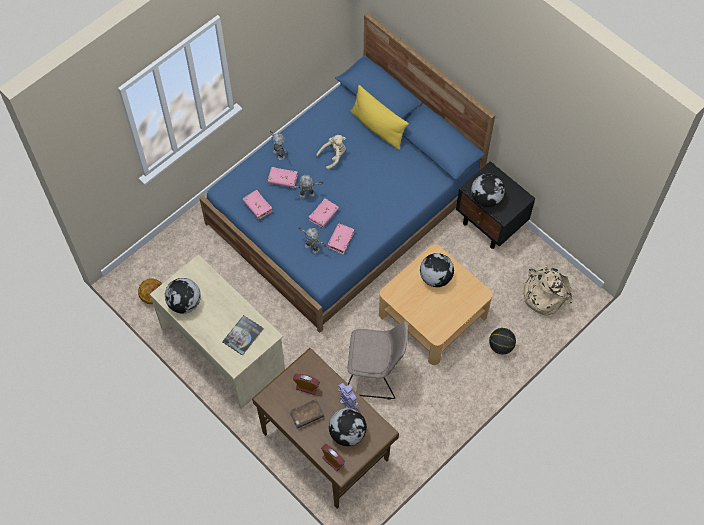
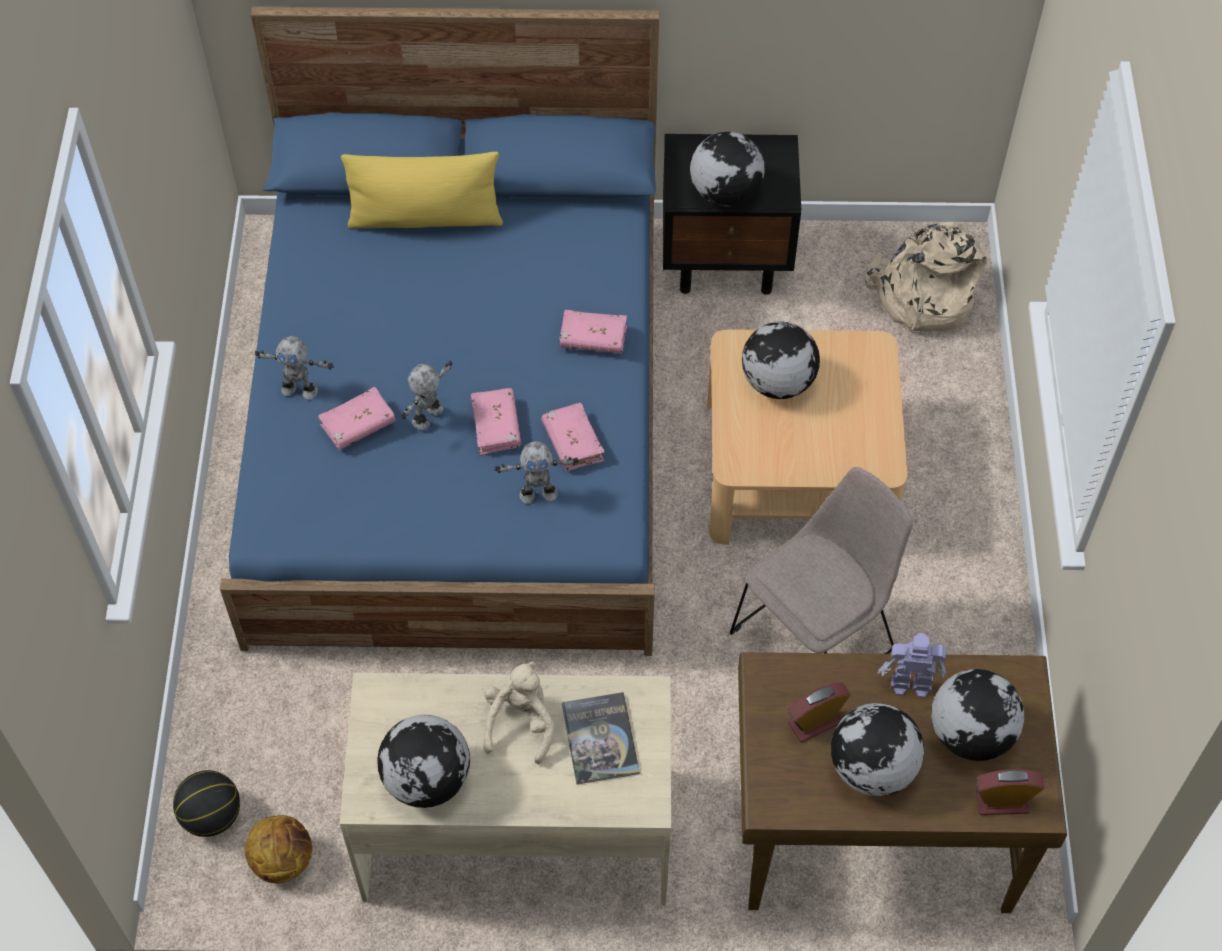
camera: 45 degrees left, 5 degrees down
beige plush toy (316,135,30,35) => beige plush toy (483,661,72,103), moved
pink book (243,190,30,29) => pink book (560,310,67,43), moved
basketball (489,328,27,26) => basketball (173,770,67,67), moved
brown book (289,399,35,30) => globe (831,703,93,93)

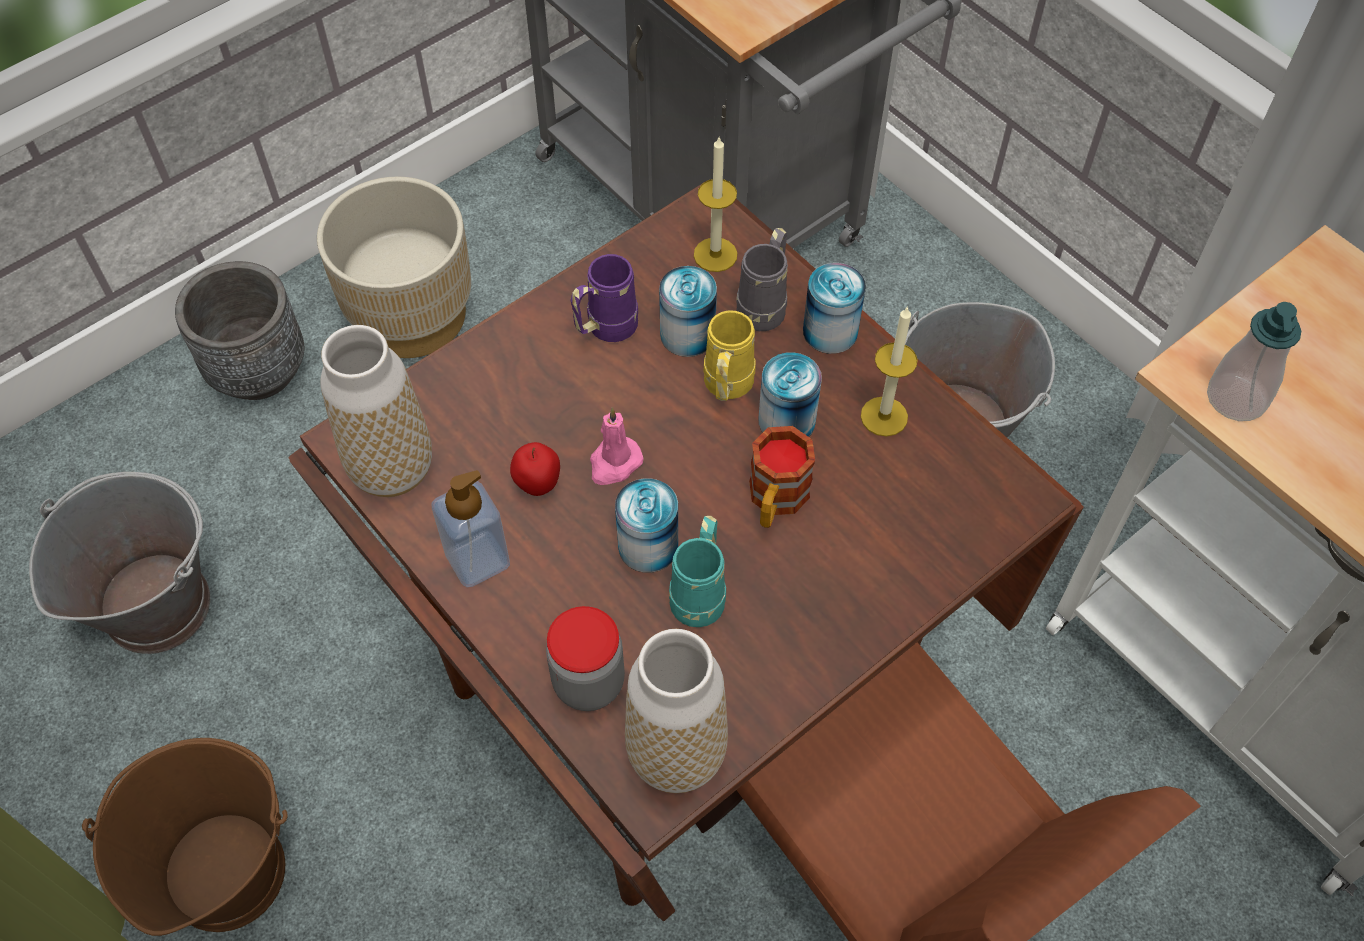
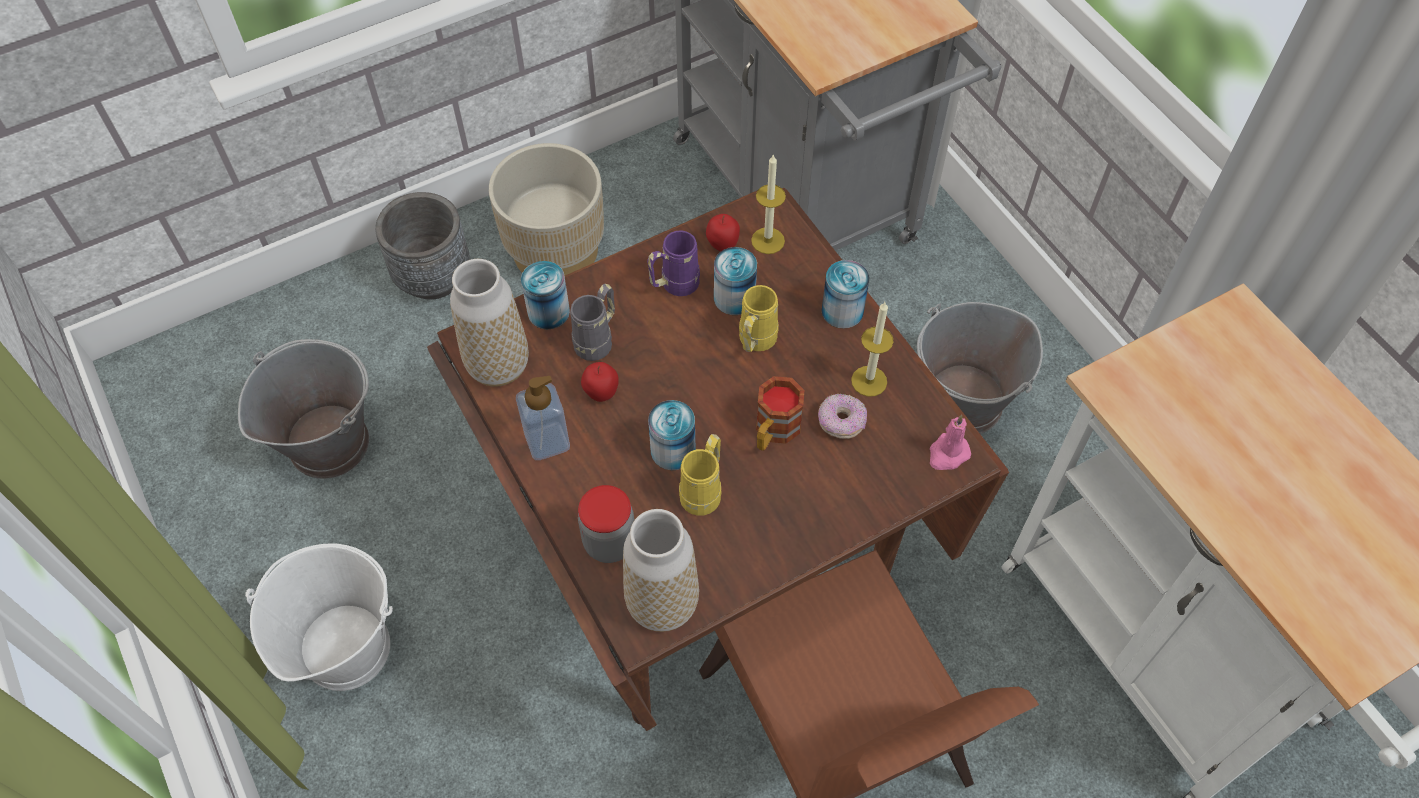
camera: 10 degrees right, 0 degrees up
grey mug (736,228,52,103) => grey mug (570,284,45,77), moved
soap dispenser (1207,302,94,119) => nothing
can (758,352,64,85) => can (521,261,49,68), moved
pink candle (590,407,54,78) => pink candle (930,415,41,55), moved
turquoise mug (669,516,57,111) => yellow mug (679,434,42,82)
brown bucket (82,738,205,198) => white bucket (245,544,148,147)
nothing => apple (706,214,34,37)
nothing => donut (818,394,49,45)

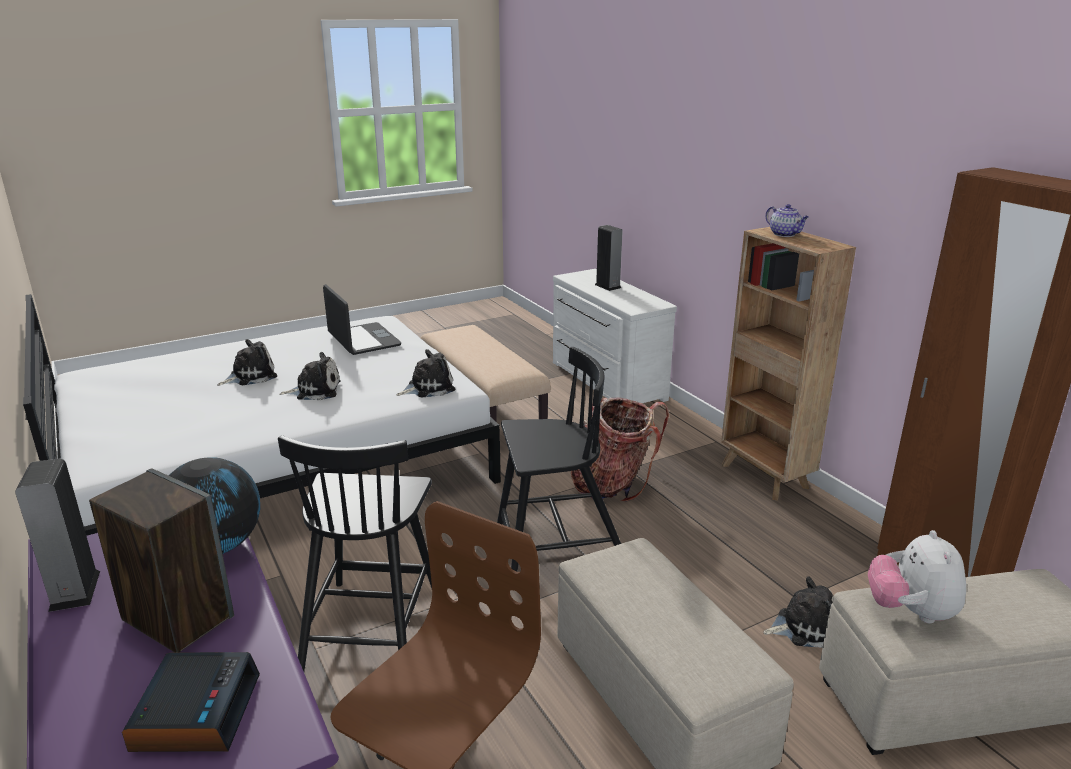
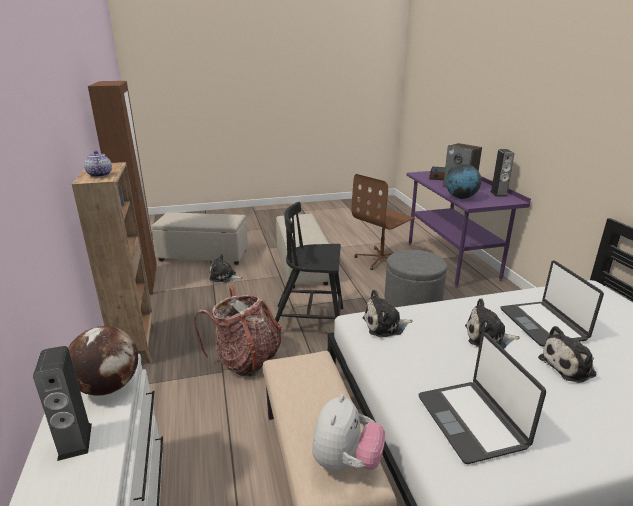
camera: 165 degrees left, 0 degrees up
black chair (278,435,154,236) => grey ottoman (384,250,63,57)
plush toy (868,530,98,93) => plush toy (312,394,73,77), moved
nothing => laptop (501,260,103,86)
nothing => globe (68,326,70,70)

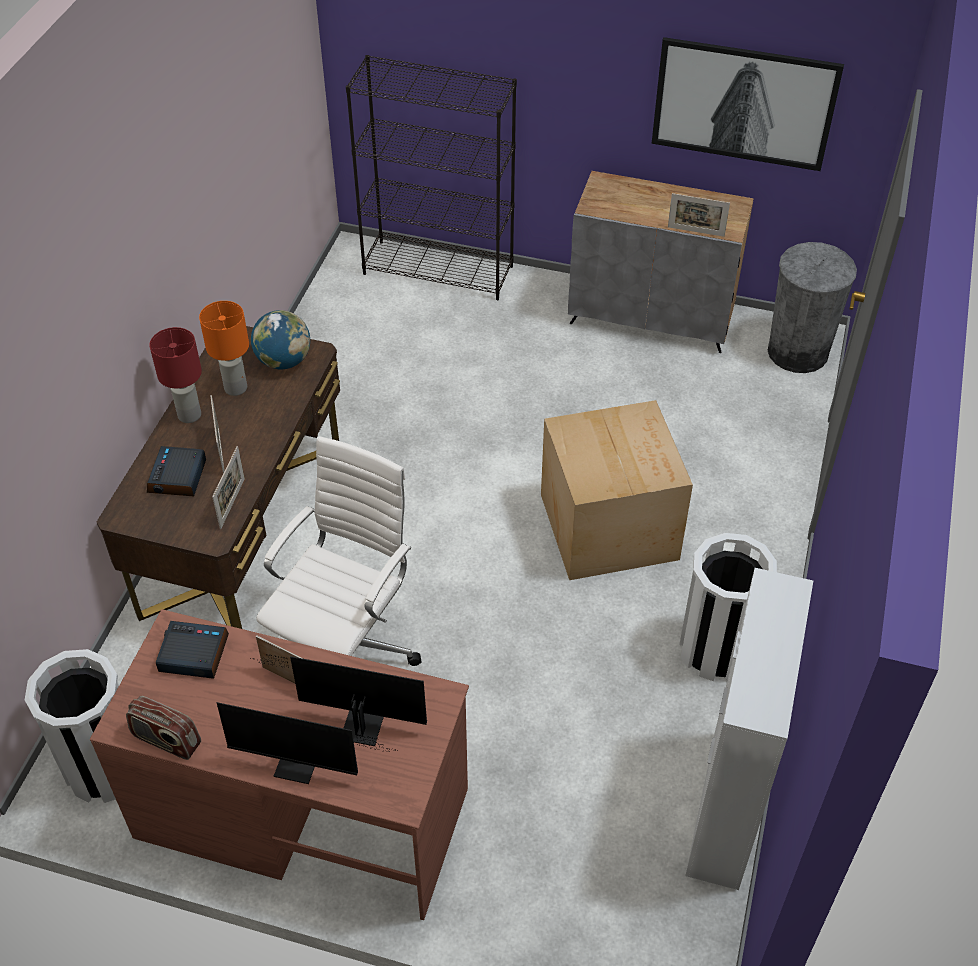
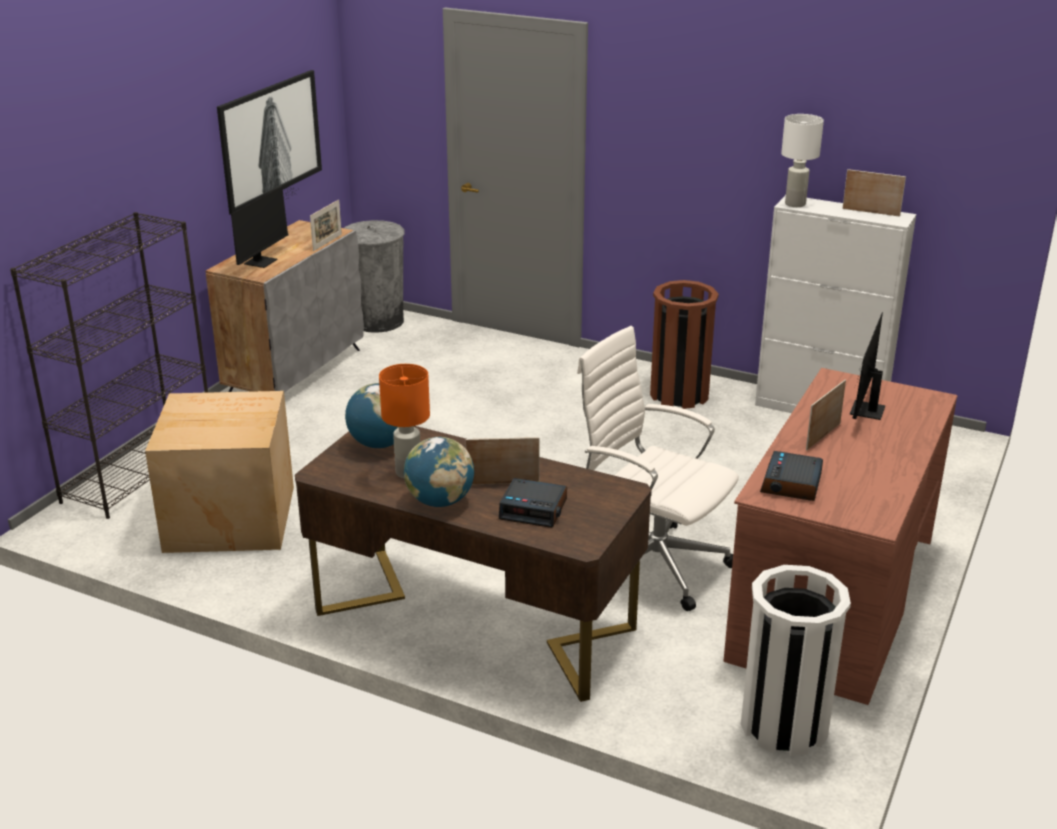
camera: 80 degrees left, 20 degrees down
red table lamp (149,327,53,96) => globe (404,437,70,70)
cardboard box (541,400,152,180) => cardboard box (145,391,149,162), moved
picture frame (212,446,33,83) => picture frame (842,169,64,48), moved
white trash can (679,533,98,148) => brown trash can (650,280,69,129)
radio (126,696,75,64) => nothing
monitor (217,702,181,82) => monitor (231,184,66,84), moved
nothing => white table lamp (781,114,43,93)

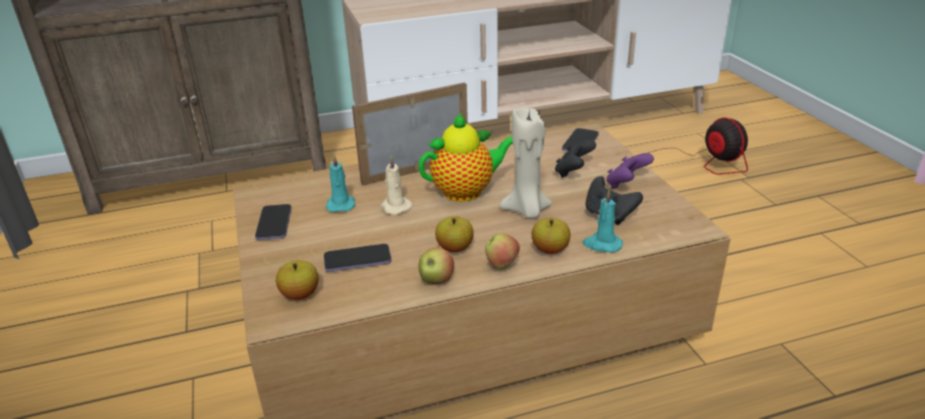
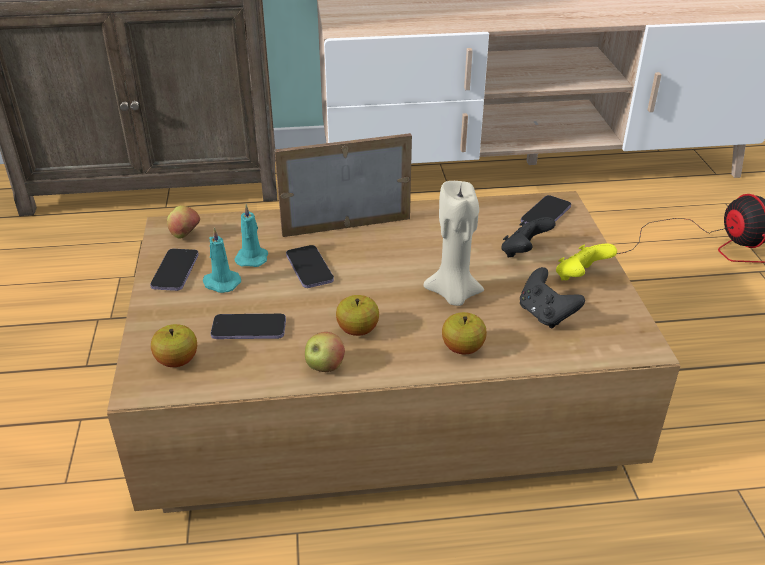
camera: 10 degrees right, 5 degrees up
teapot (419,113,94,89) => nothing
purple game controller (606,153,48,36) => yellow game controller (556,244,61,36)
beige candle (381,156,31,59) => phone (286,245,48,43)
turquoise candle (583,190,40,63) => turquoise candle (203,227,38,66), moved
apple (485,233,35,36) => apple (167,205,33,34), moved

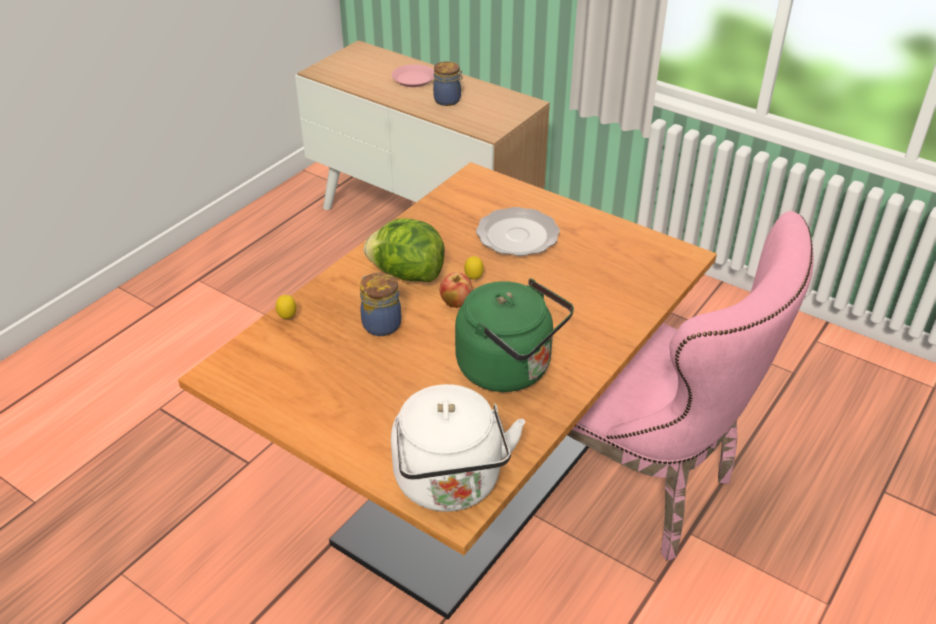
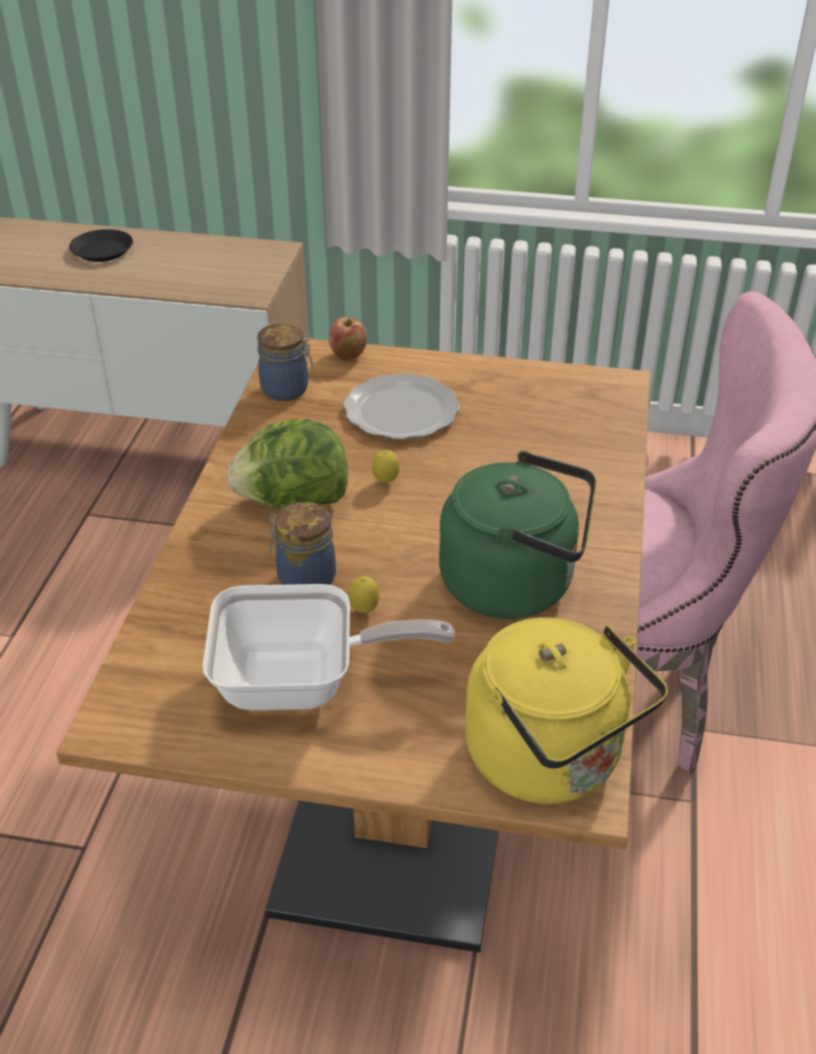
camera: 25 degrees left, 0 degrees up
jar (433,61,31,45) => jar (257,323,56,78), moved
pink plate (392,64,42,23) => black plate (69,229,64,33)
apple (440,272,32,36) => apple (329,317,38,43), moved
lemon (276,295,20,24) => lemon (348,576,31,37), moved
white kettle (391,384,134,128) => yellow kettle (465,617,203,187)
nothing => frying pan (203,584,252,126)

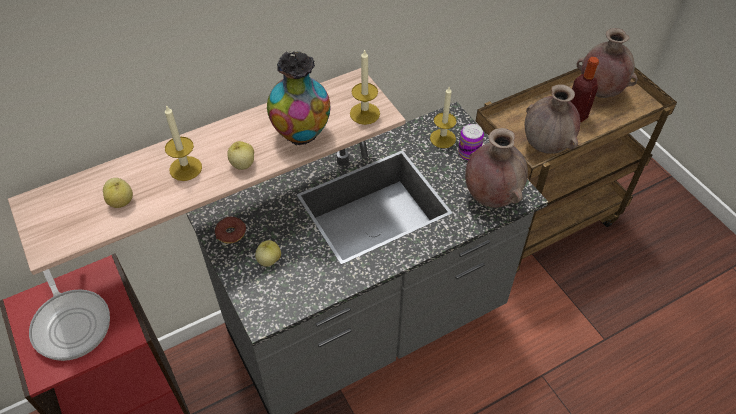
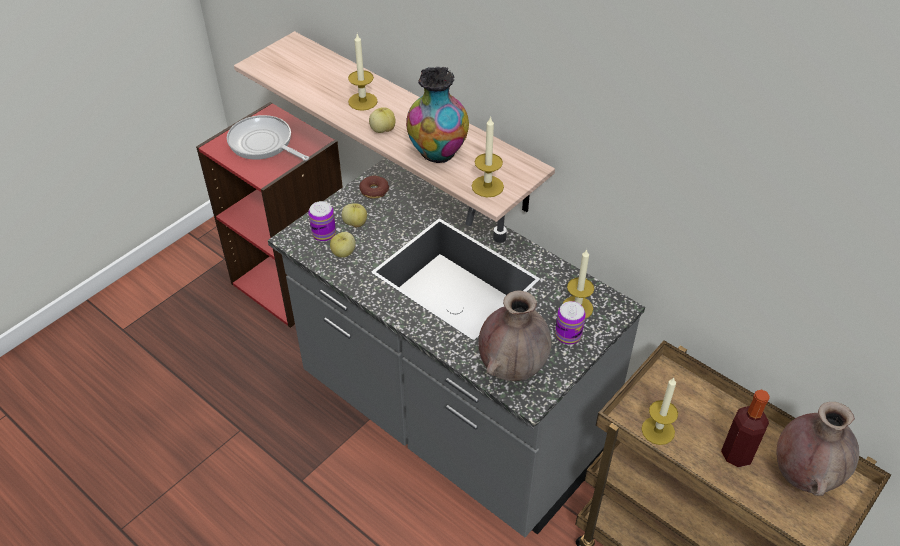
camera: 70 degrees right, 5 degrees down
brown vase (525,84,55,70) => candle (641,378,37,67)
apple (103,178,30,30) => apple (330,232,26,26), moved
frying pan (29,269,81,92) => frying pan (227,115,82,46), 90 degrees clockwise
nothing => can (308,201,28,41)

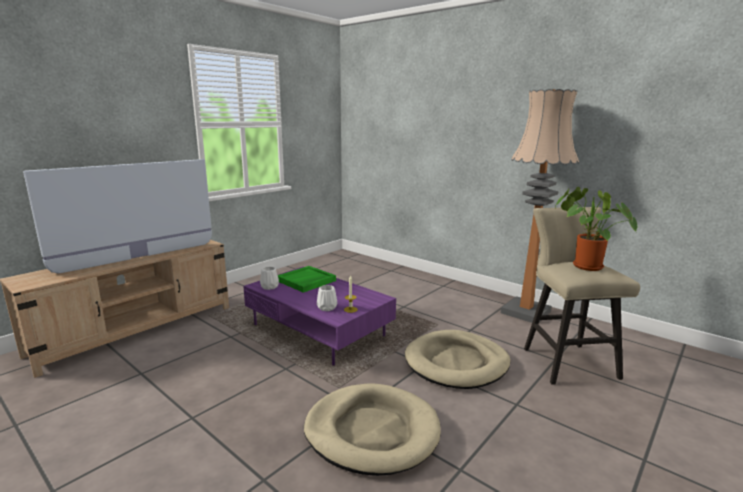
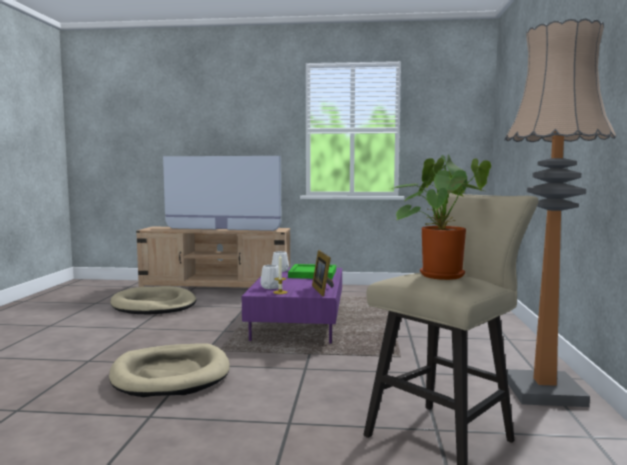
camera: 55 degrees right, 10 degrees down
beige dog bed (405,330,106,59) => beige dog bed (110,286,86,28), moved
nothing => picture frame (312,250,22,46)

